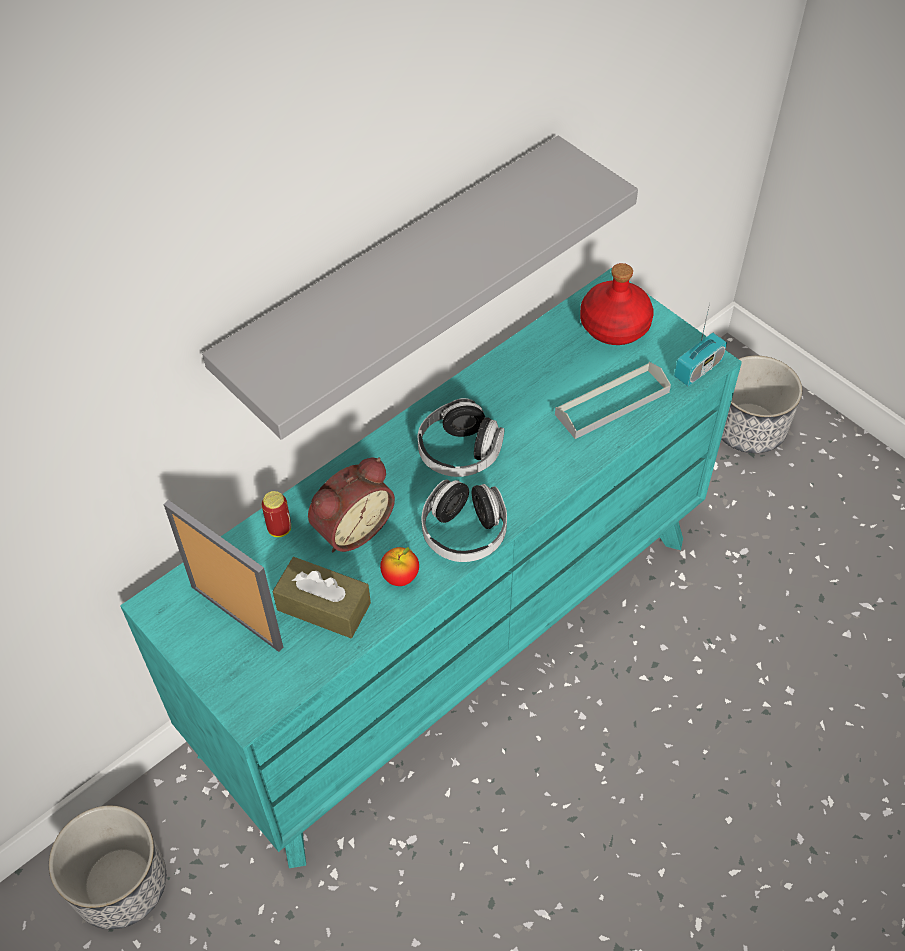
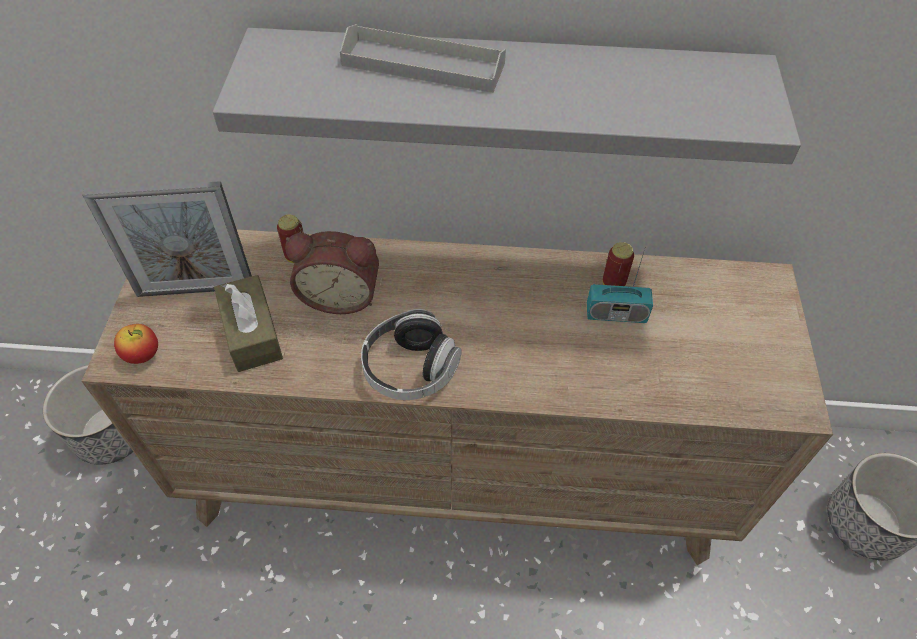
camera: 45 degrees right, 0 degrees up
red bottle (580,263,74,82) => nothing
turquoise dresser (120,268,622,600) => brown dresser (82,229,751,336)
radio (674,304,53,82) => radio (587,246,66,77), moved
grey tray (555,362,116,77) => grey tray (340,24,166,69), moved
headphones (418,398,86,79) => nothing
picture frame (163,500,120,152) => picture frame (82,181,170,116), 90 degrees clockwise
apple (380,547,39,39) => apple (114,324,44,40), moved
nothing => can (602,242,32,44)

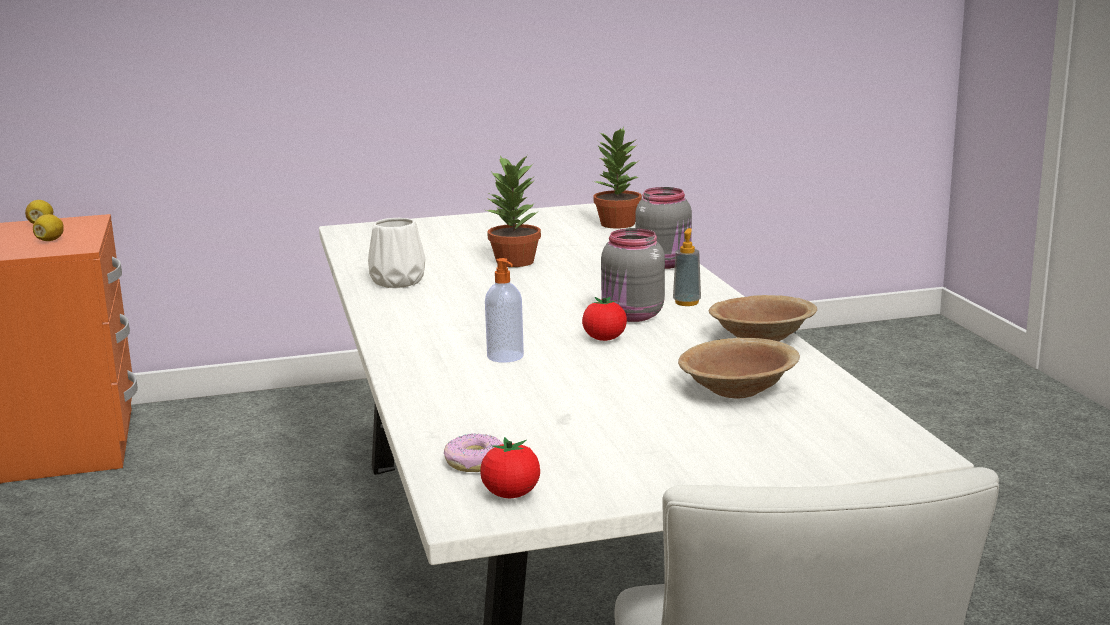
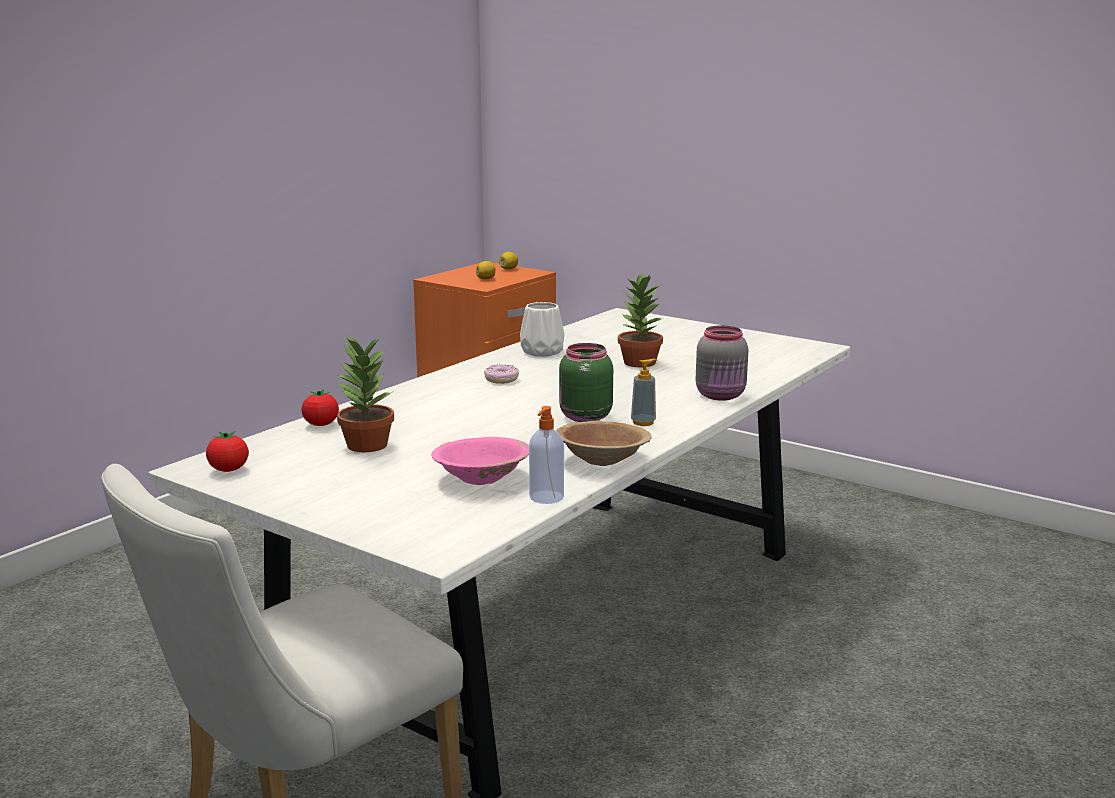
camera: 50 degrees right, 0 degrees up
potted plant (593,126,49,103) => potted plant (336,335,58,117), moved
grey jar (601,228,64,94) => green jar (559,343,54,79)
soap dispenser (485,258,39,104) => soap dispenser (529,406,35,98), moved
tomato (582,296,45,45) => tomato (301,389,38,37), moved
brown bowl (678,337,122,62) => pink bowl (431,437,98,48)
donut (444,433,59,39) => donut (484,365,35,19), moved

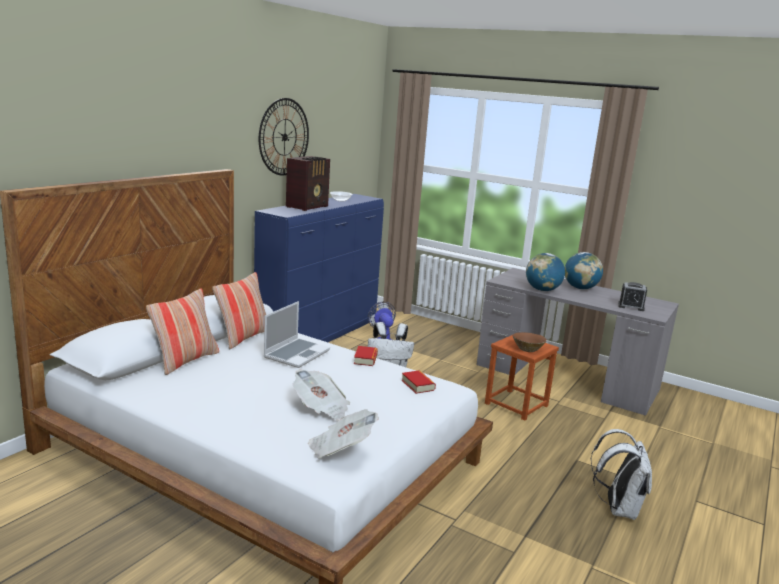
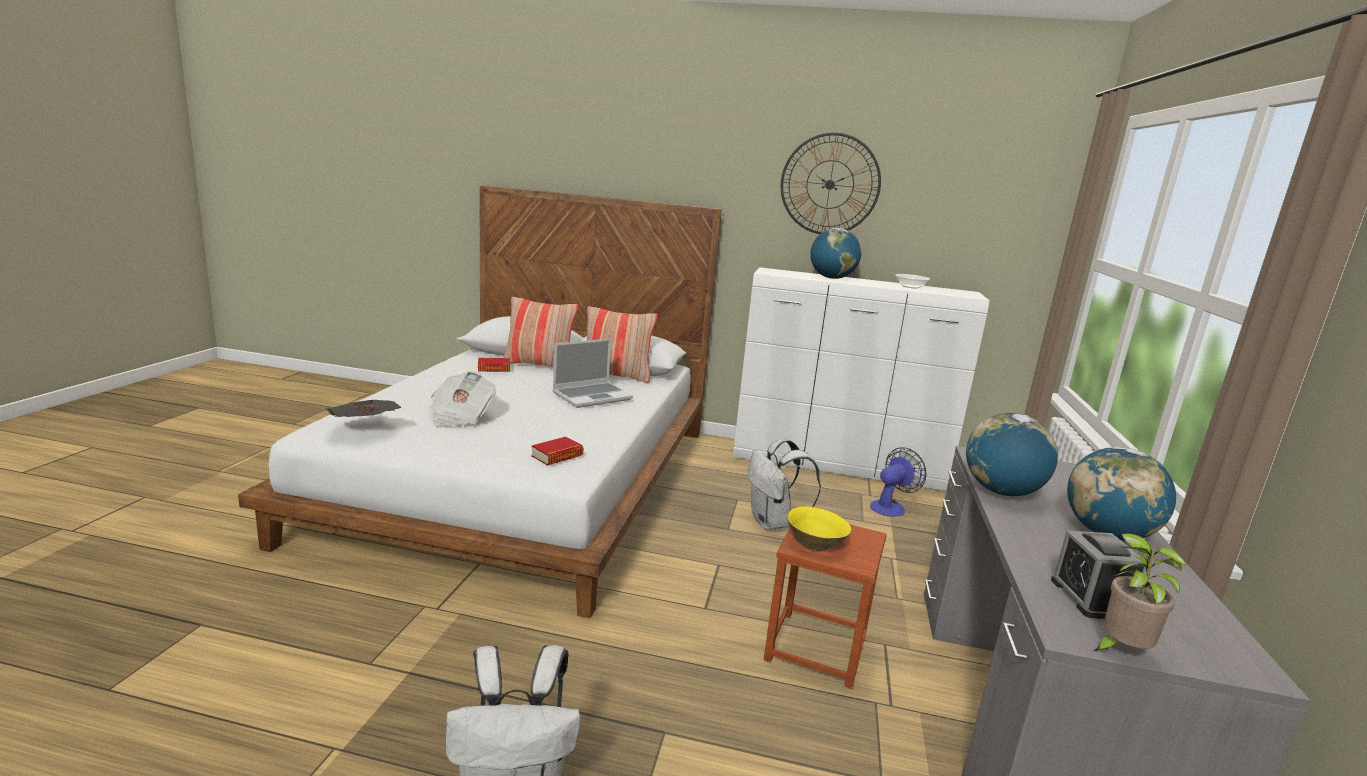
camera: 70 degrees right, 0 degrees up
radio (286,156,44,55) => globe (810,228,51,51)
blue dresser (254,194,130,148) => white dresser (733,267,257,224)
laptop (264,301,66,67) => laptop (553,338,80,70), 45 degrees counterclockwise
brown bowl (513,332,34,20) => yellow bowl (787,506,64,45)
book (354,346,24,20) => book (478,358,32,14), moved
nothing => potted plant (1092,533,94,119)

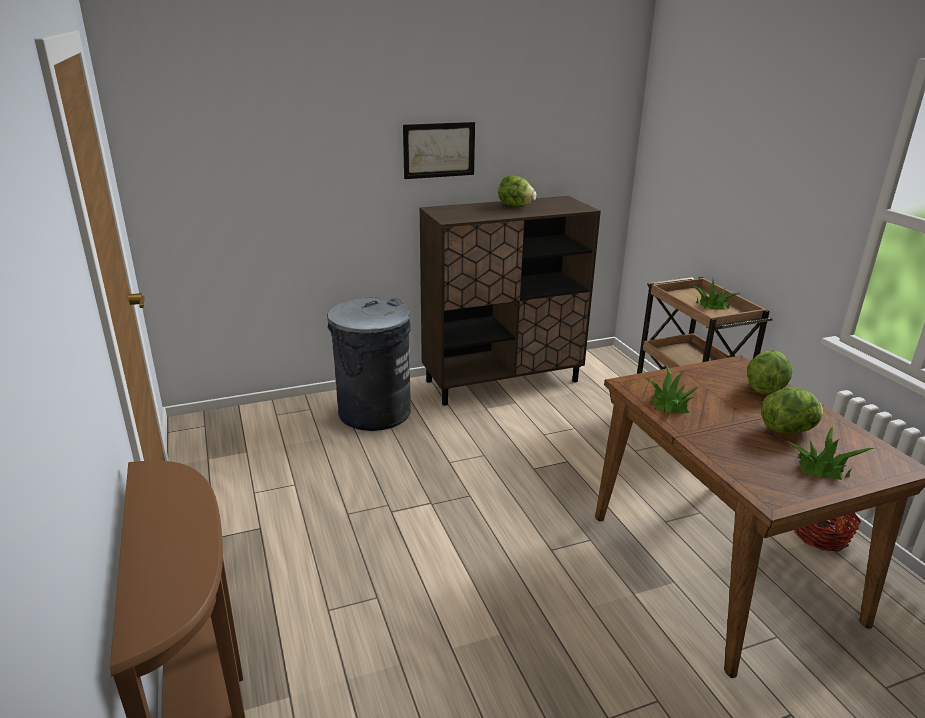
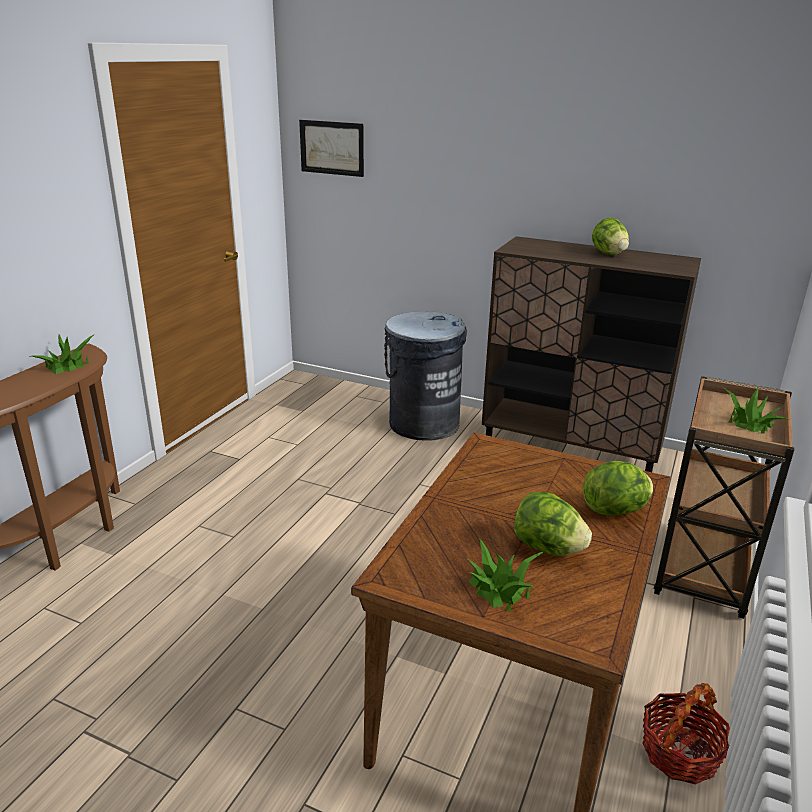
camera: 45 degrees right, 0 degrees up
picture (403,122,72,57) => picture (299,120,65,57), moved
potted plant (644,364,56,49) => potted plant (29,335,65,39), moved

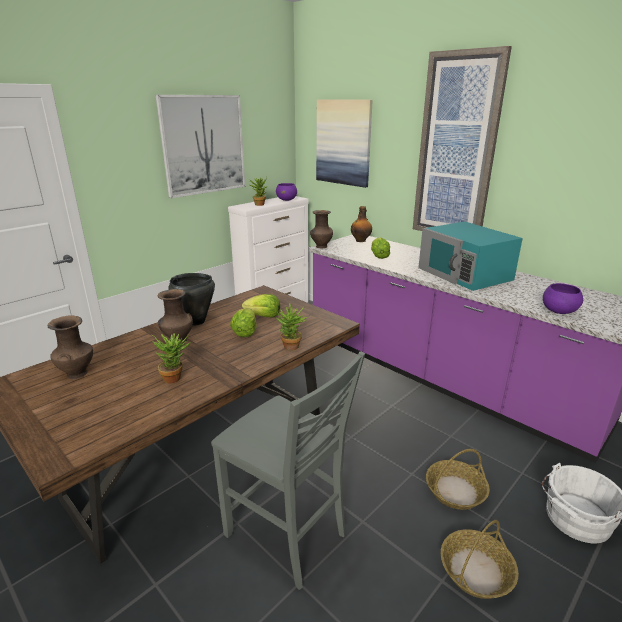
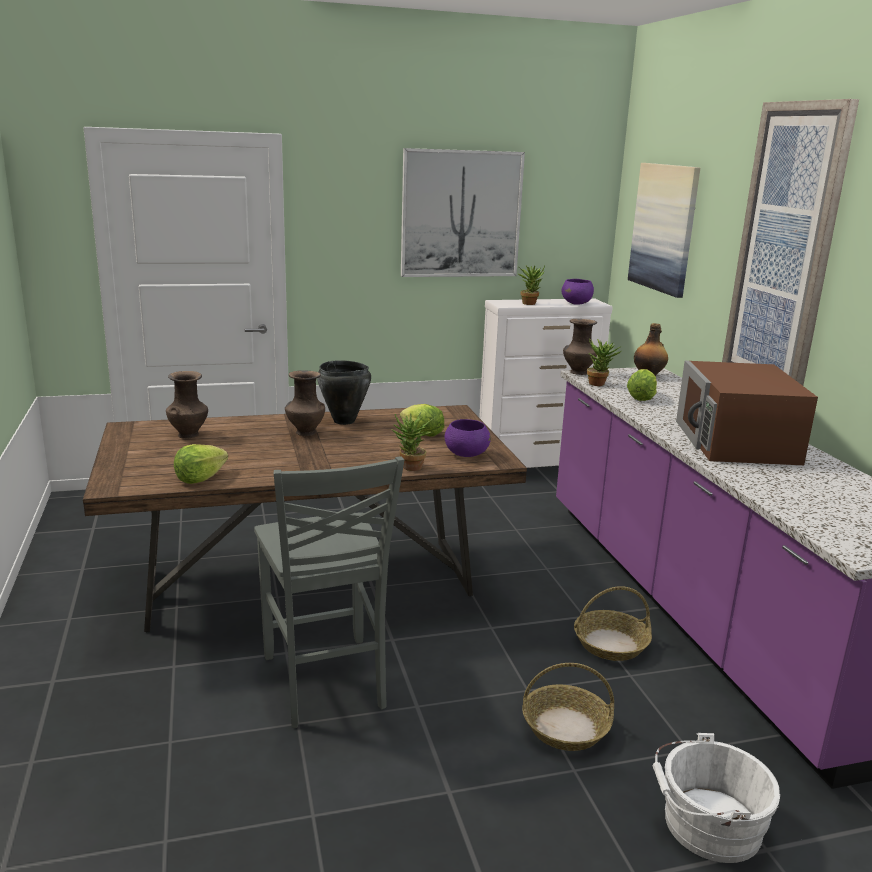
camera: 30 degrees right, 5 degrees down
turquoise microwave (418,222,105,69) => brown microwave (676,361,142,104)
purple bowl (543,283,40,31) => purple bowl (445,419,46,38), moved
lettuce (230,308,26,29) => lettuce (174,444,54,40), moved
potted plant (152,333,39,50) => potted plant (587,339,35,47), moved
basket (441,520,78,79) => basket (574,586,78,75), moved

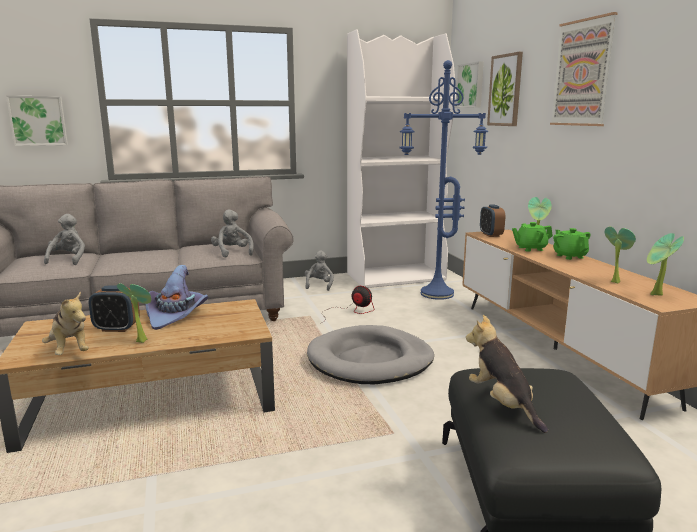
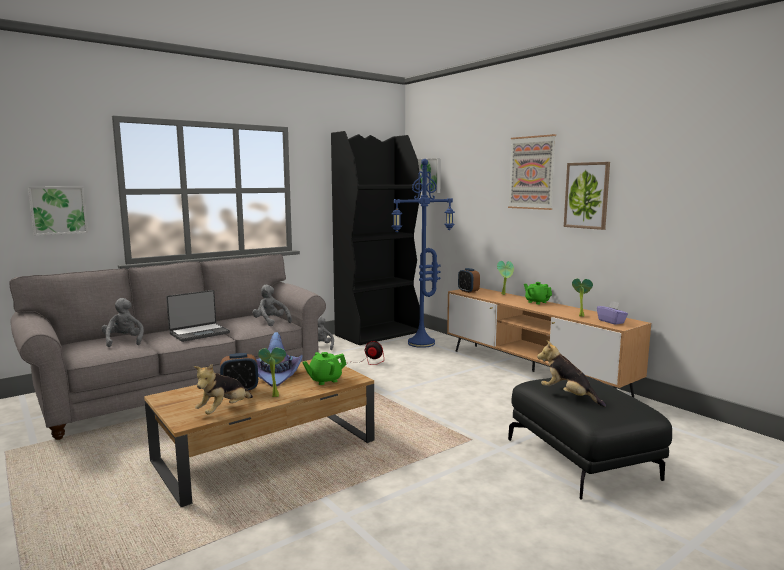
camera: 20 degrees left, 5 degrees down
white bookcase (347,29,109,259) => black bookcase (331,131,91,214)
picture (487,52,36,74) => picture (564,162,46,68), moved
green teapot (512,222,41,30) => green teapot (302,352,44,33), moved
potted plant (647,233,37,62) => purple tissue box (597,301,31,24)
plush toy (42,291,47,64) => plush toy (194,364,59,50), 90 degrees clockwise
grey dog bed (307,325,127,59) => nothing
nothing => laptop (166,290,64,52)

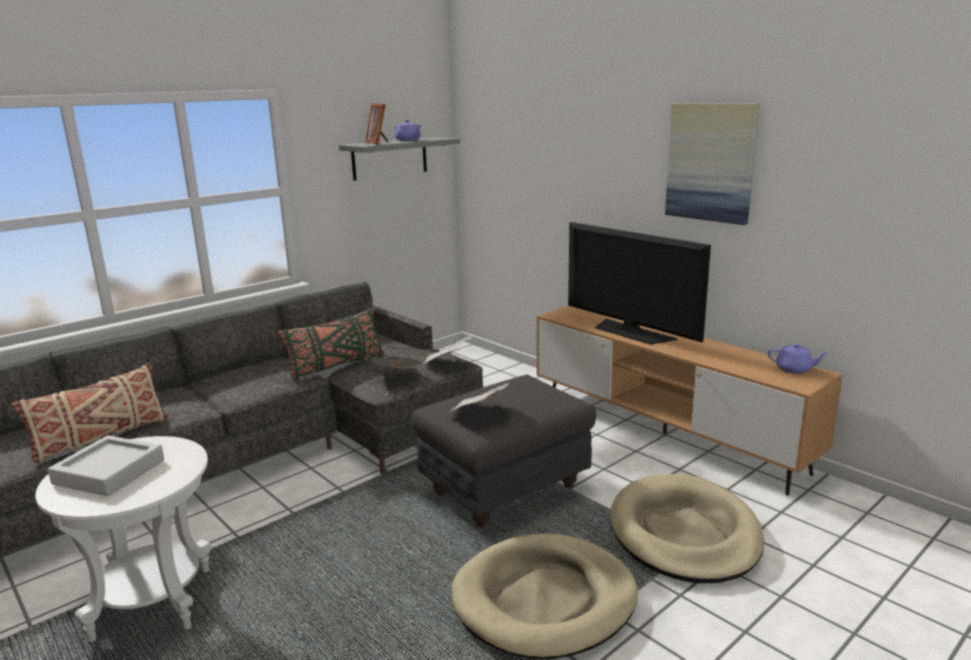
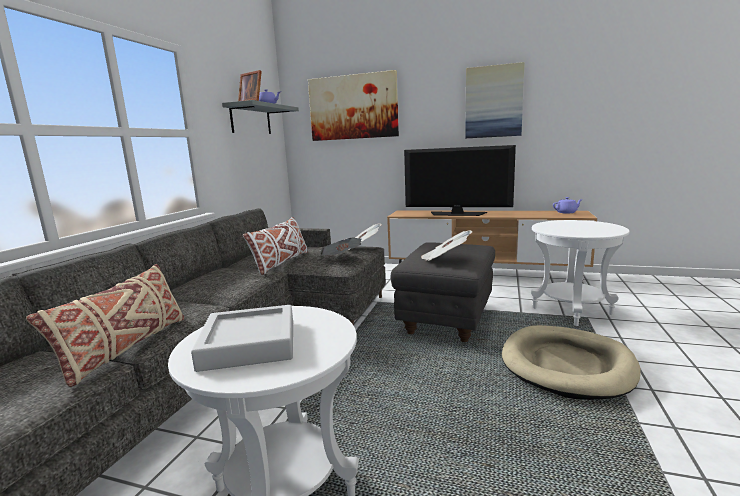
camera: 30 degrees left, 5 degrees down
green pillow (278,308,107,72) => white pillow (243,217,65,58)
beige dog bed (610,474,154,109) => white side table (531,220,99,106)
nothing => picture (308,70,91,71)

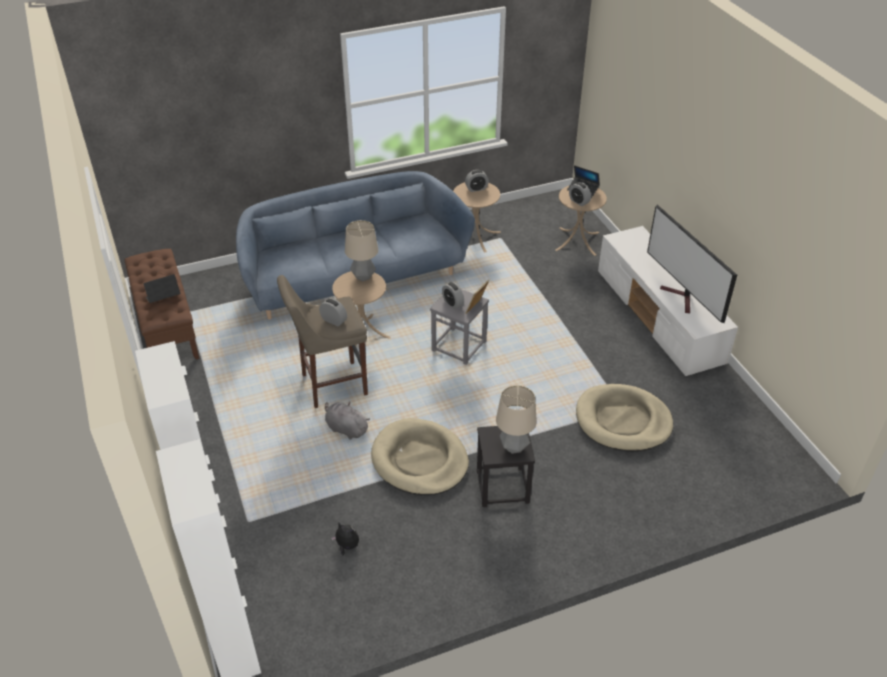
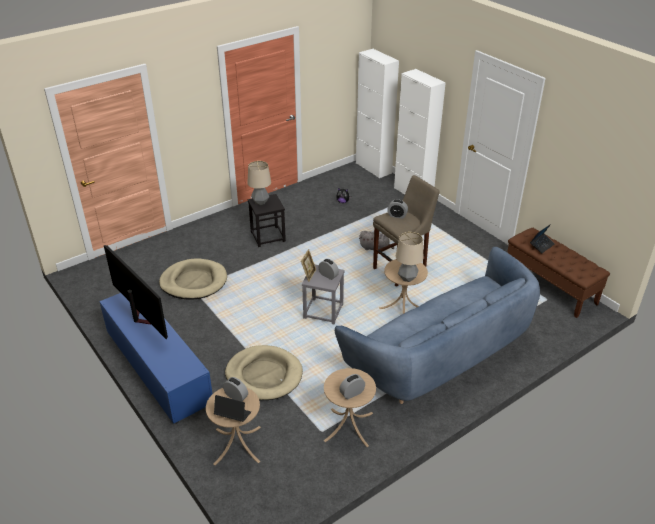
camera: 165 degrees right, 5 degrees down
white tv stand (598,226,140,151) => blue tv stand (99,293,114,131)
beige dog bed (371,418,98,77) => beige dog bed (225,345,78,55), moved

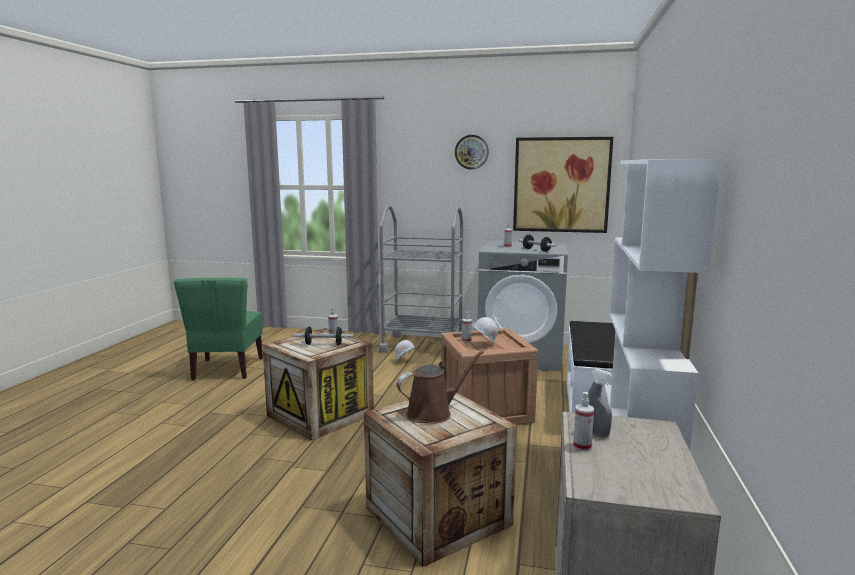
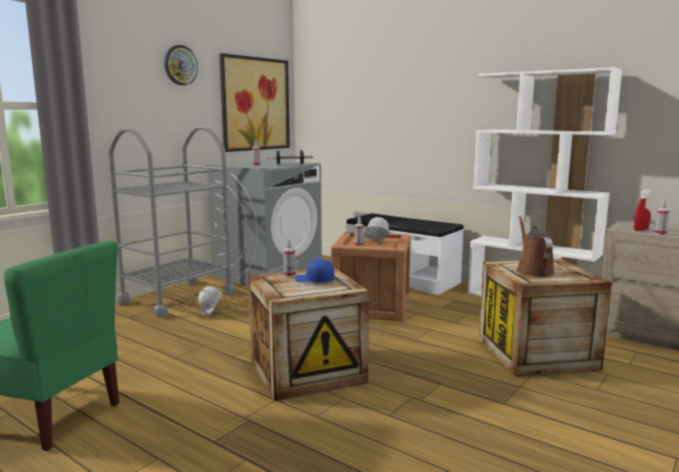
camera: 65 degrees left, 0 degrees up
dumbbell (294,326,60,19) => blue cap (295,259,40,24)
grey spray bottle (588,369,24,69) => red spray bottle (634,190,18,41)

